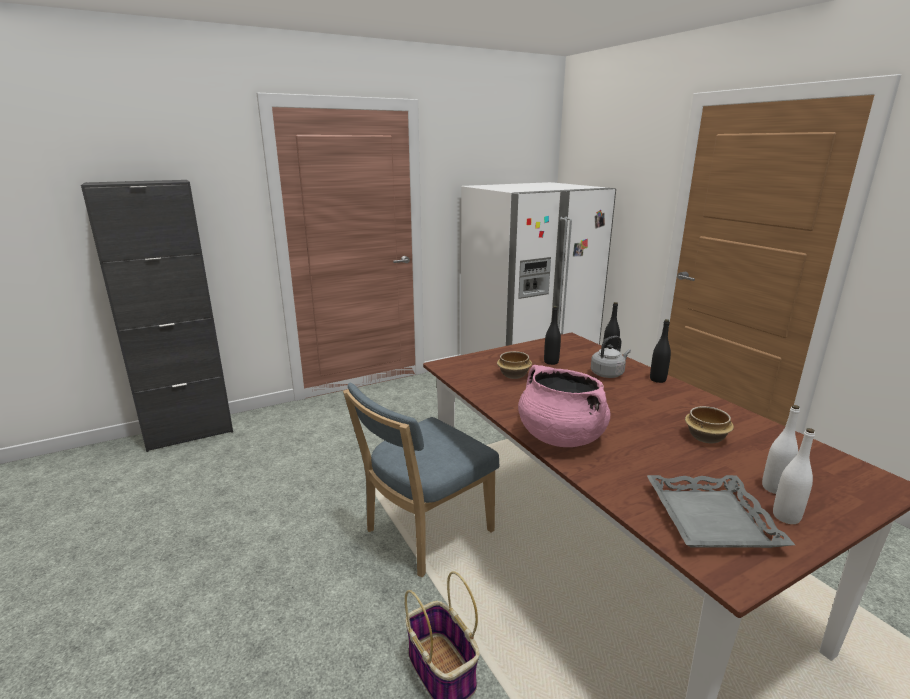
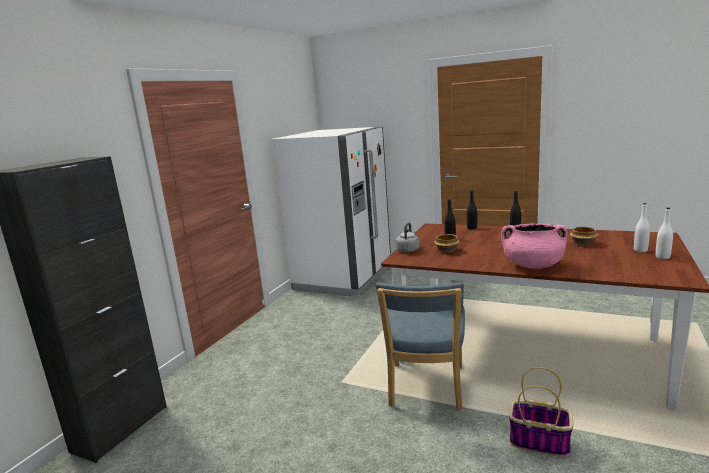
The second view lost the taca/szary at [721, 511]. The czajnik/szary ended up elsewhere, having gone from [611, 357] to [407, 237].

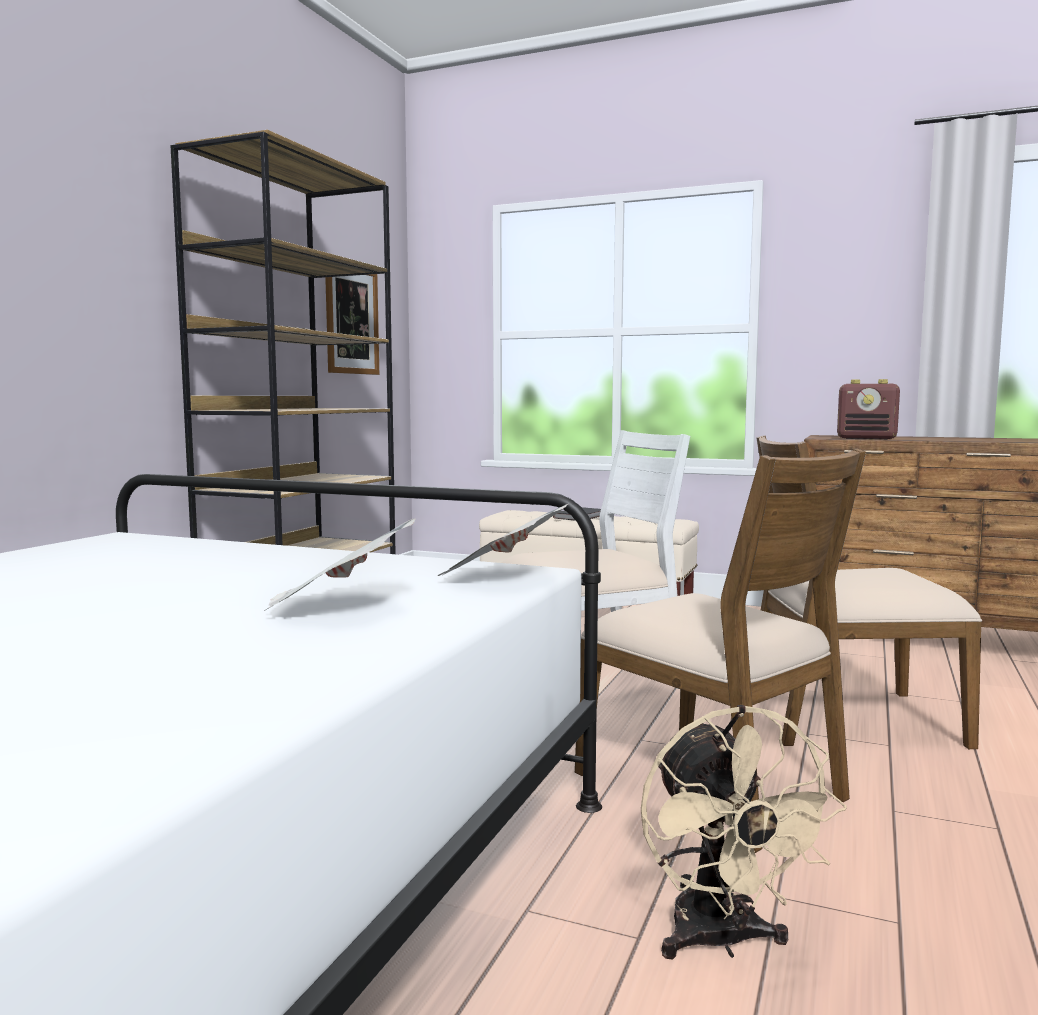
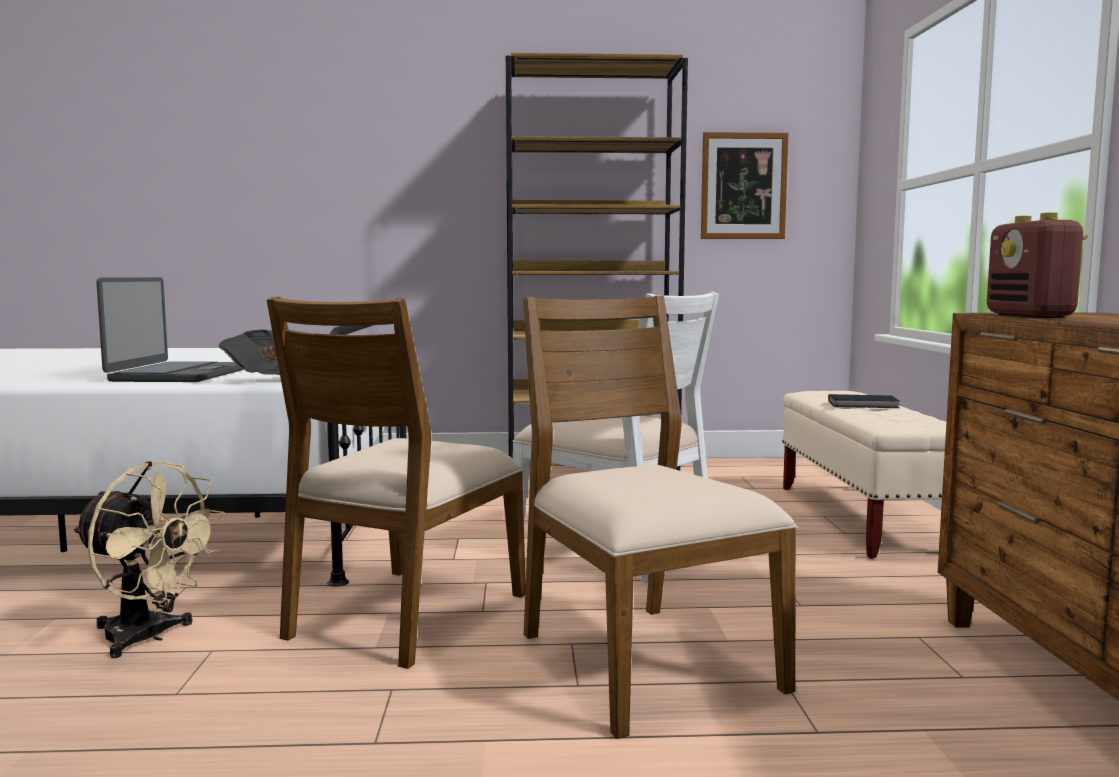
Where the gazeta stood at [340, 564], the laptop came to stand at [171, 329]. The wentylator/beżowy at [744, 832] ended up facing another way, 120 degrees counterclockwise from before.

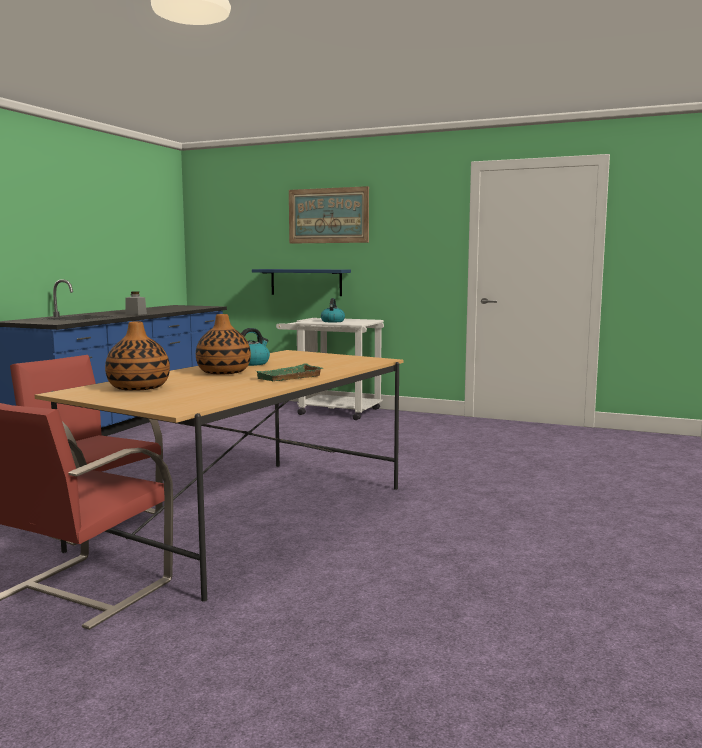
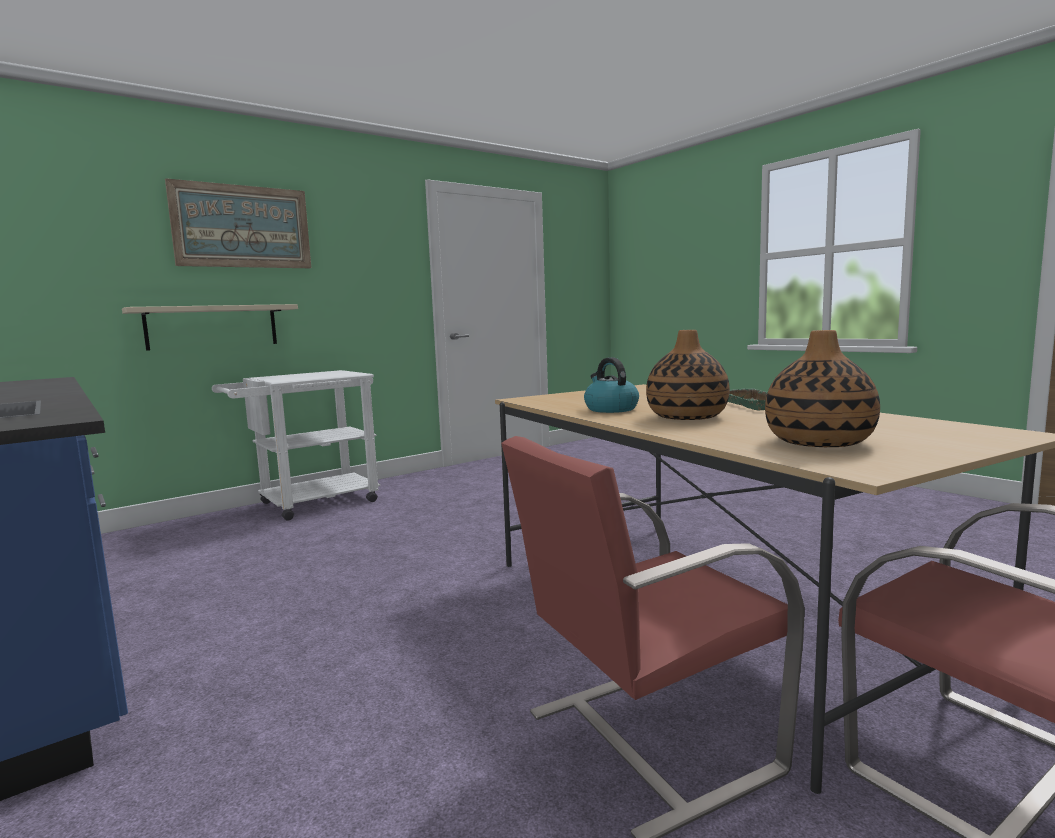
The second view lost the słoik/szary at [136, 303]. The second view lost the czajnik at [333, 310]. What was the półka/niebieski at [301, 282] turned into the półka/beżowy at [210, 327].

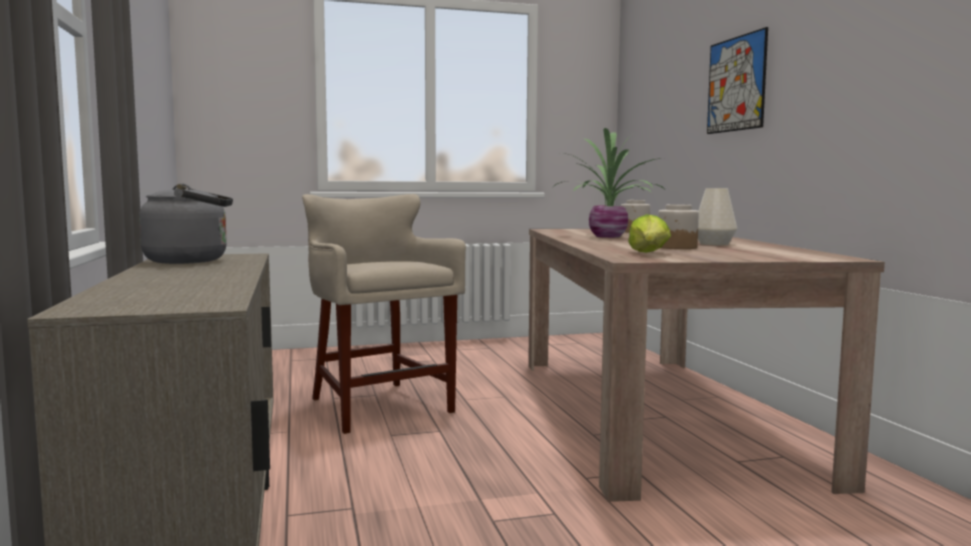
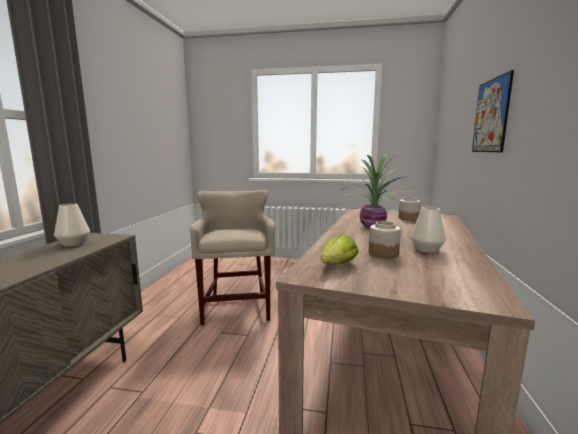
Where the czajnik/szary stood at [186, 224], the wazon/biały came to stand at [72, 225].

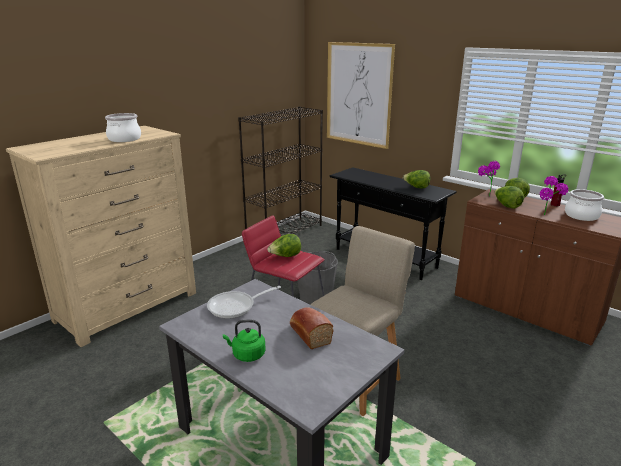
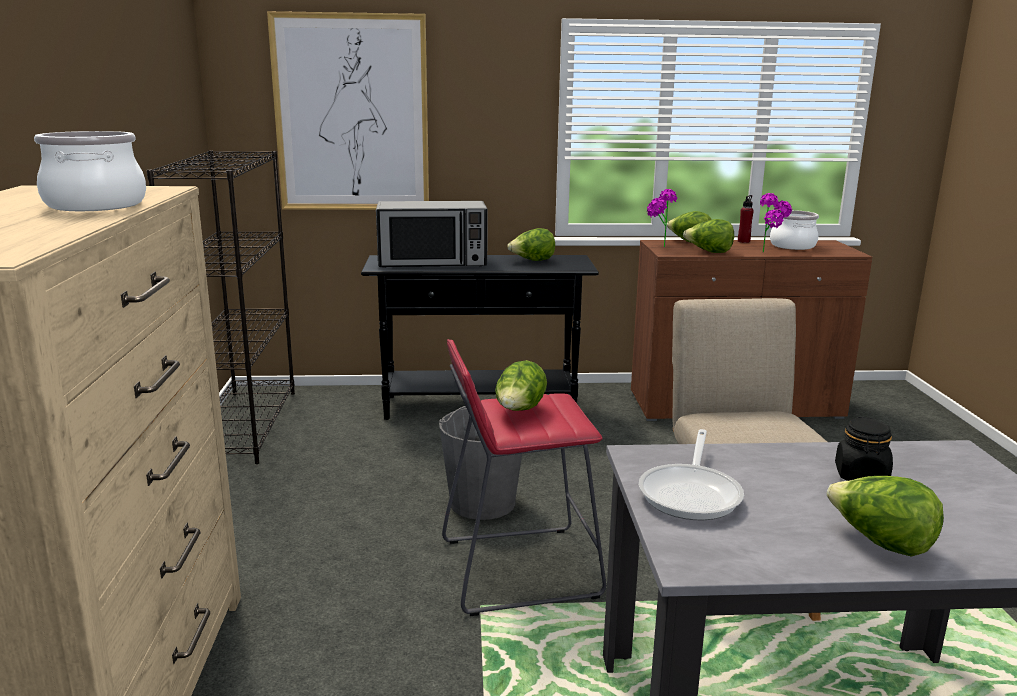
The second view gained the mikrofalówka at [432, 234]. Where the czajnik/zielony stood at [244, 341], the sałata came to stand at [885, 516]. Where the chleb stood at [311, 328], the słoik/czarny came to stand at [864, 449].

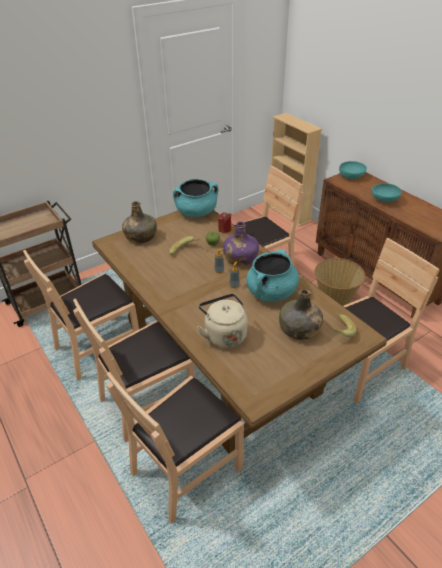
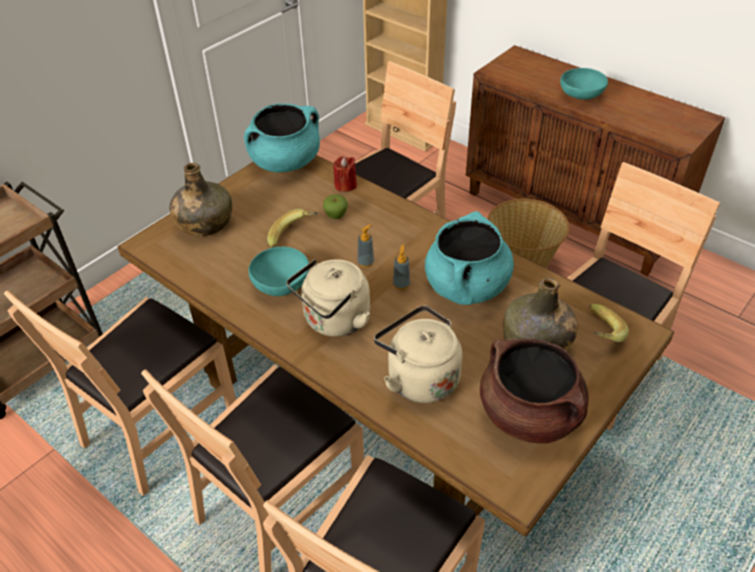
The second view lost the butelka/fioletowy at [241, 243]. The second view gained the czajnik/beżowy at [328, 298]. The second view gained the garnek/brązowy at [534, 391]. The miska/turkusowy ended up elsewhere, having gone from [353, 170] to [279, 271].

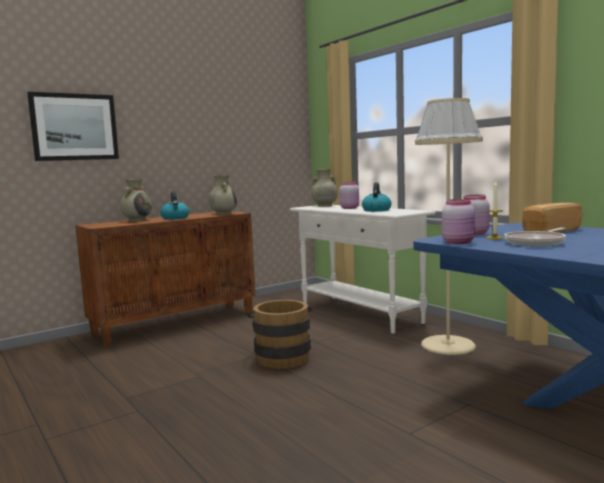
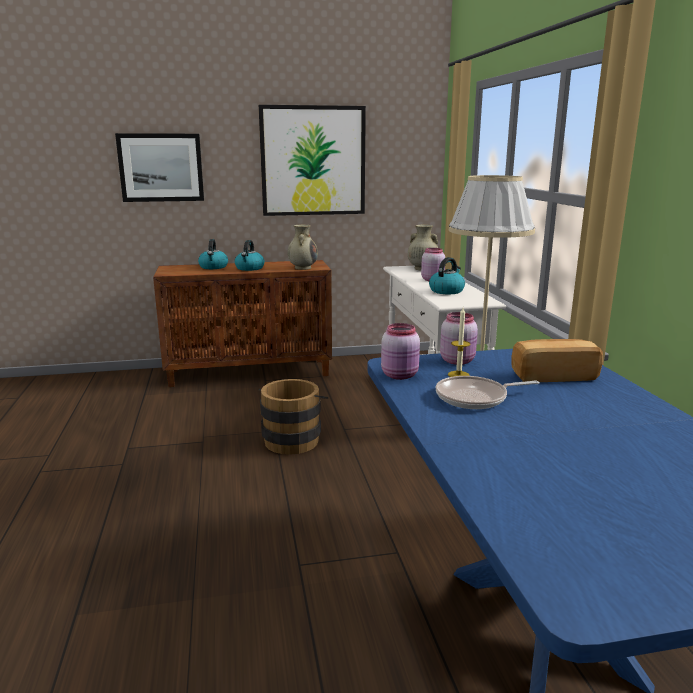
The second view gained the obraz at [312, 160]. Where the wazon/beżowy stood at [136, 200], the czajnik came to stand at [213, 254].

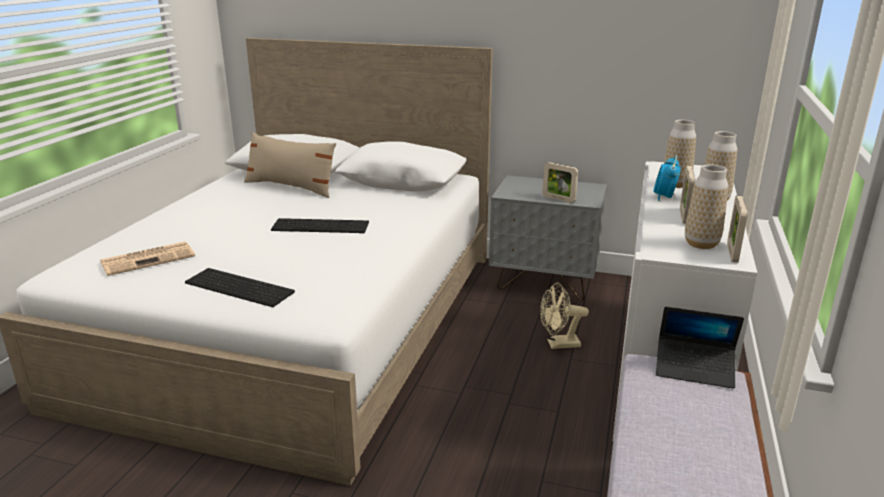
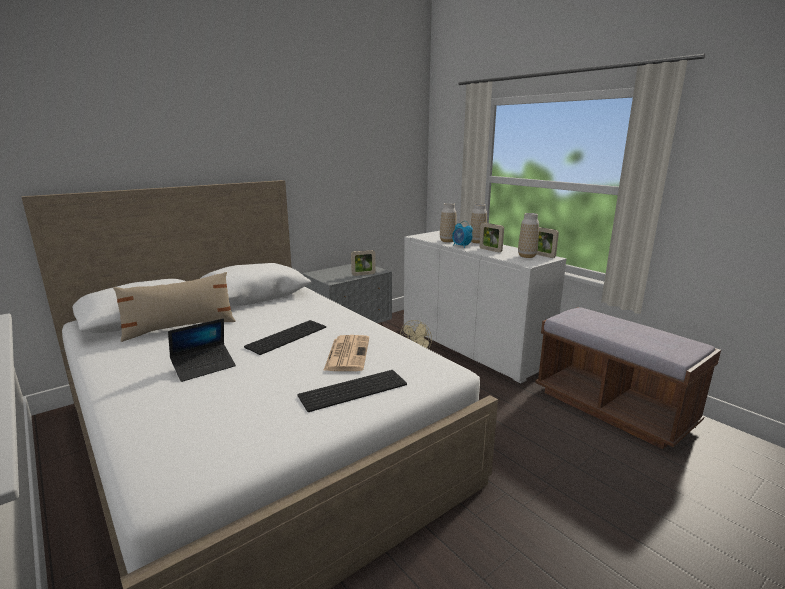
The gazeta ended up elsewhere, having gone from [147, 258] to [346, 353]. The laptop ended up elsewhere, having gone from [700, 348] to [202, 350].

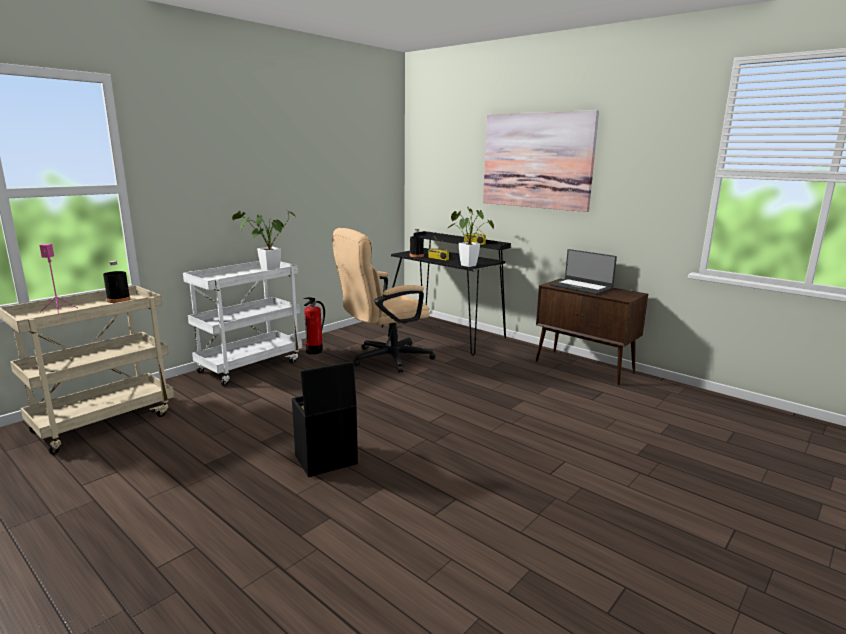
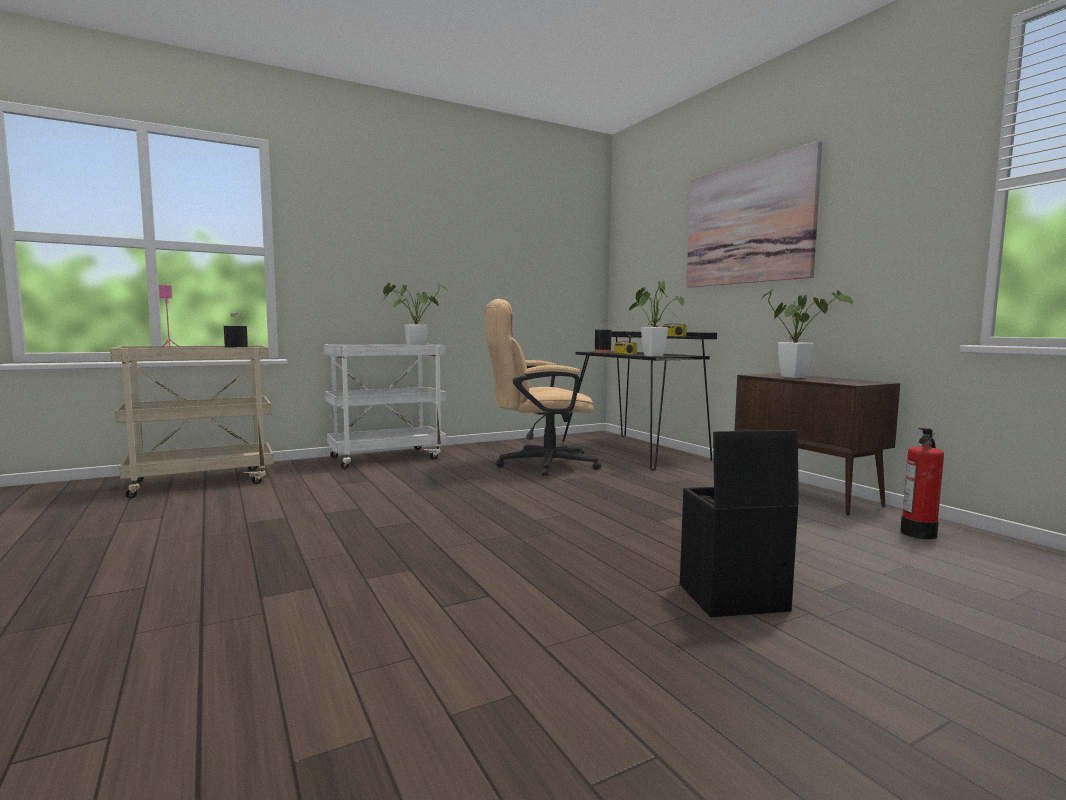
The pojemnik do przechowywania/czarny ended up elsewhere, having gone from [325, 419] to [739, 523]. The gaśnica ended up elsewhere, having gone from [314, 326] to [922, 483]. Where the laptop stood at [583, 272], the roślina doniczkowa came to stand at [807, 333].

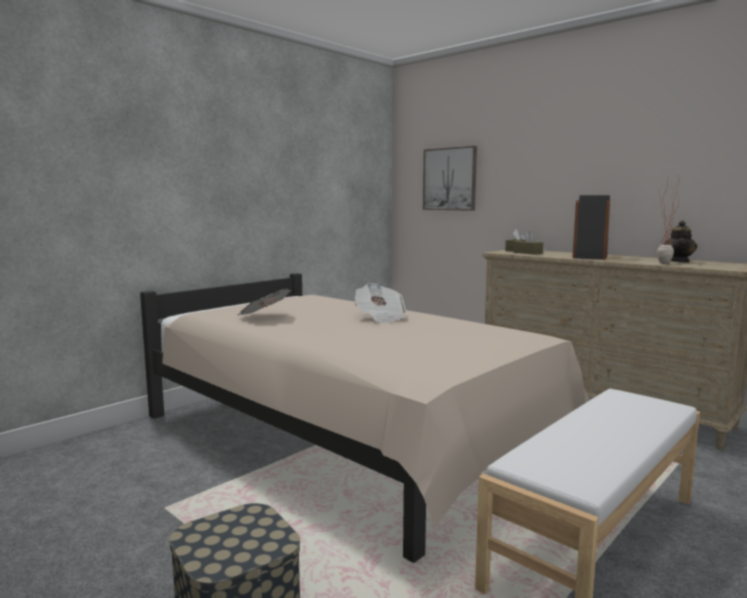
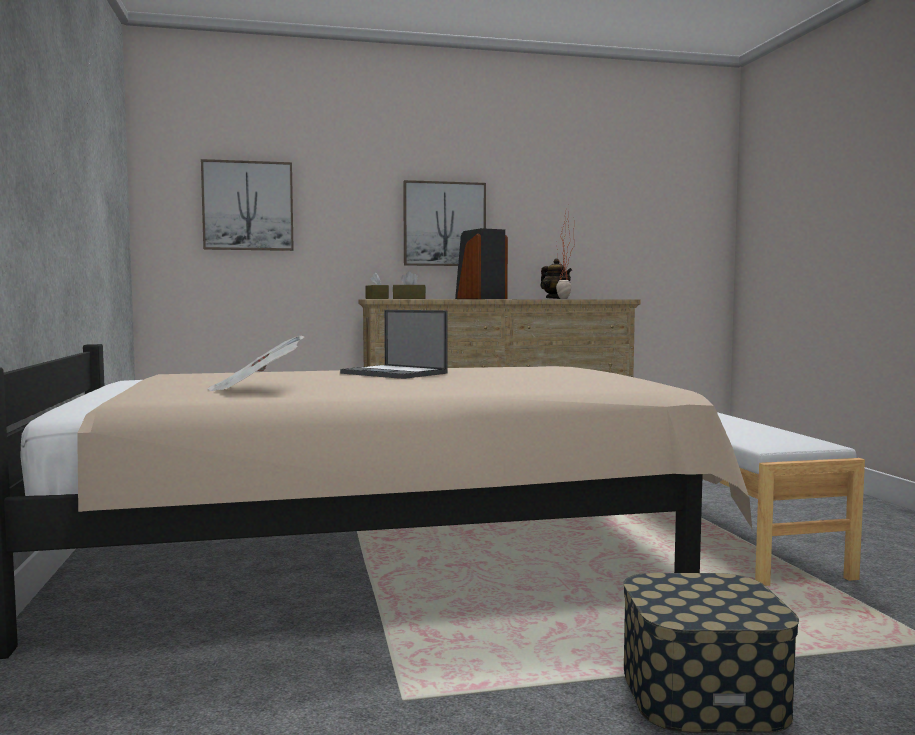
The second view gained the obraz at [444, 223]. Where the gazeta stood at [380, 303], the laptop came to stand at [394, 344].

